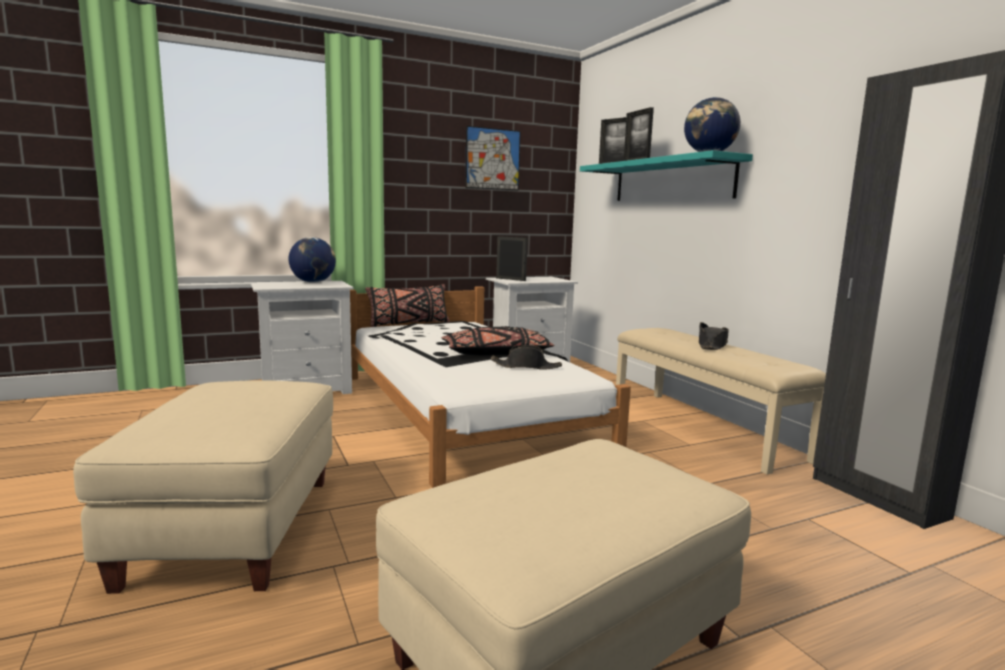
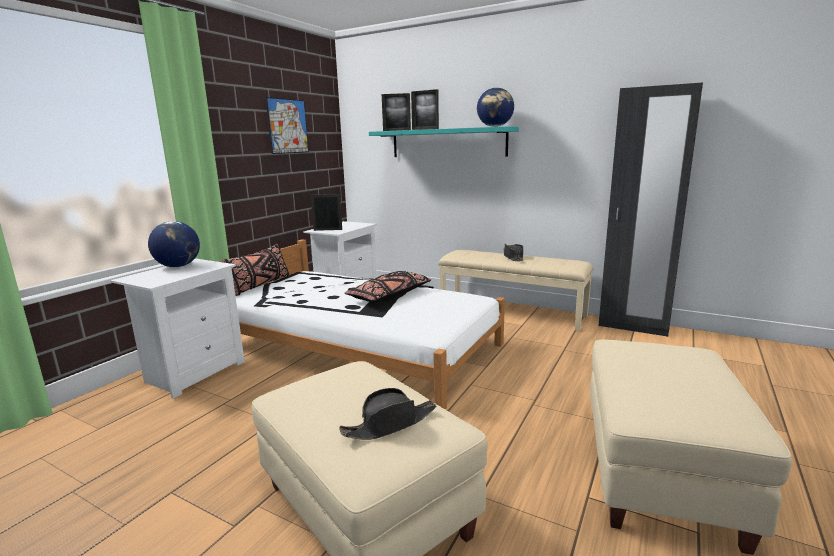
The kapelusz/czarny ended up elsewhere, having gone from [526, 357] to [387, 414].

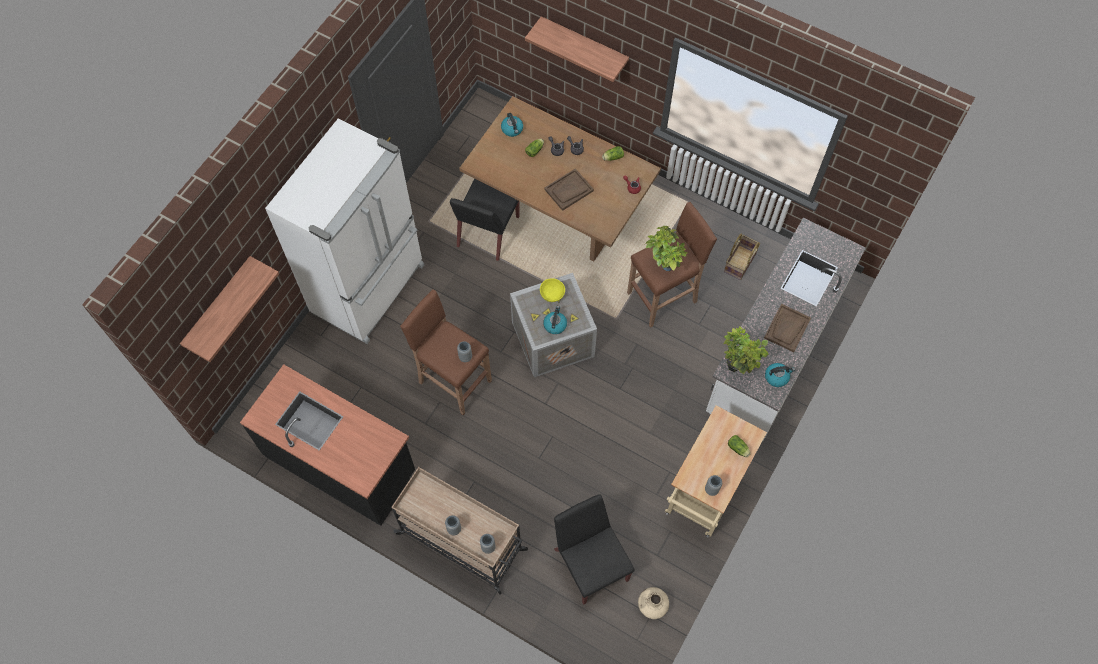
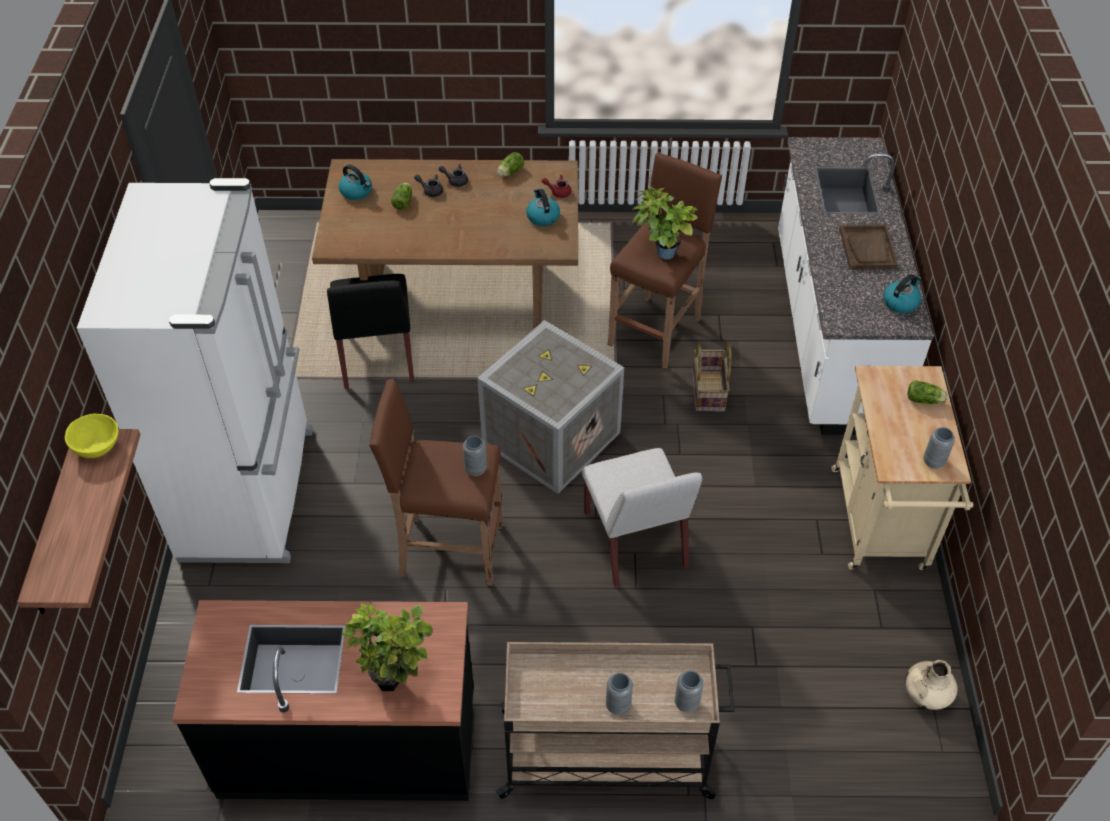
The second view lost the półka at [577, 49]. The second view lost the taca/brązowy at [569, 189]. The second view lost the krzesło/czarny at [594, 549]. The second view gained the krzesło/biały at [642, 518]. The miska/żółty ended up elsewhere, having gone from [552, 290] to [91, 436]. The czajnik ended up elsewhere, having gone from [555, 320] to [543, 207]. The roślina doniczkowa ended up elsewhere, having gone from [745, 350] to [387, 647]. The koszyk ended up elsewhere, having gone from [742, 257] to [712, 377].

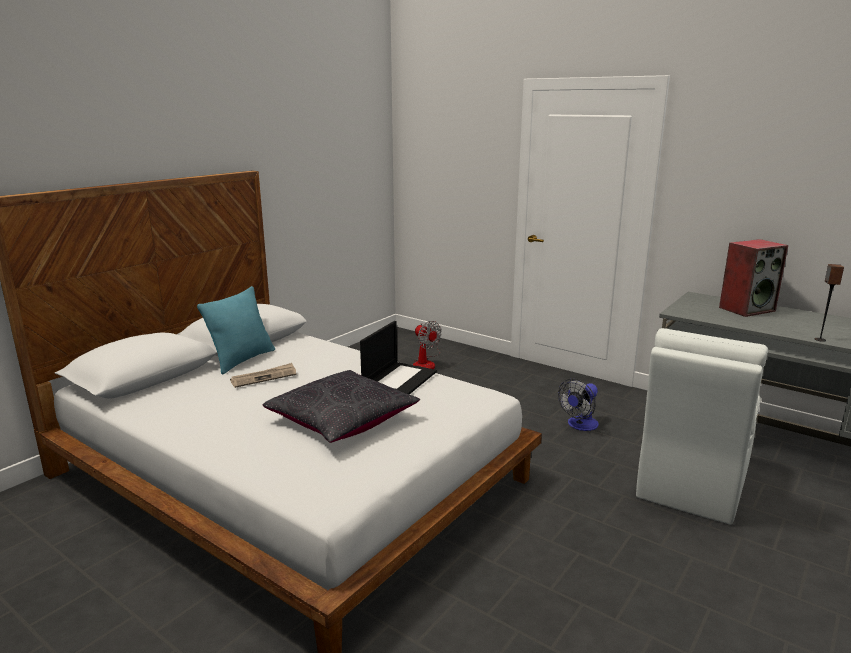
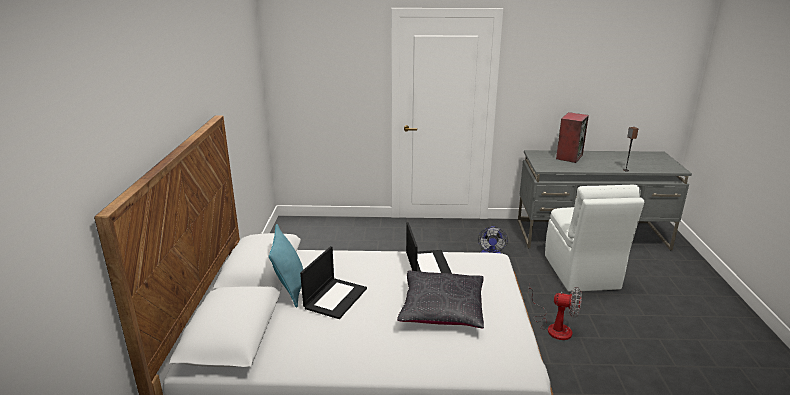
The wentylator ended up elsewhere, having gone from [427, 345] to [555, 311]. Where the gazeta stood at [263, 375], the laptop came to stand at [333, 282].

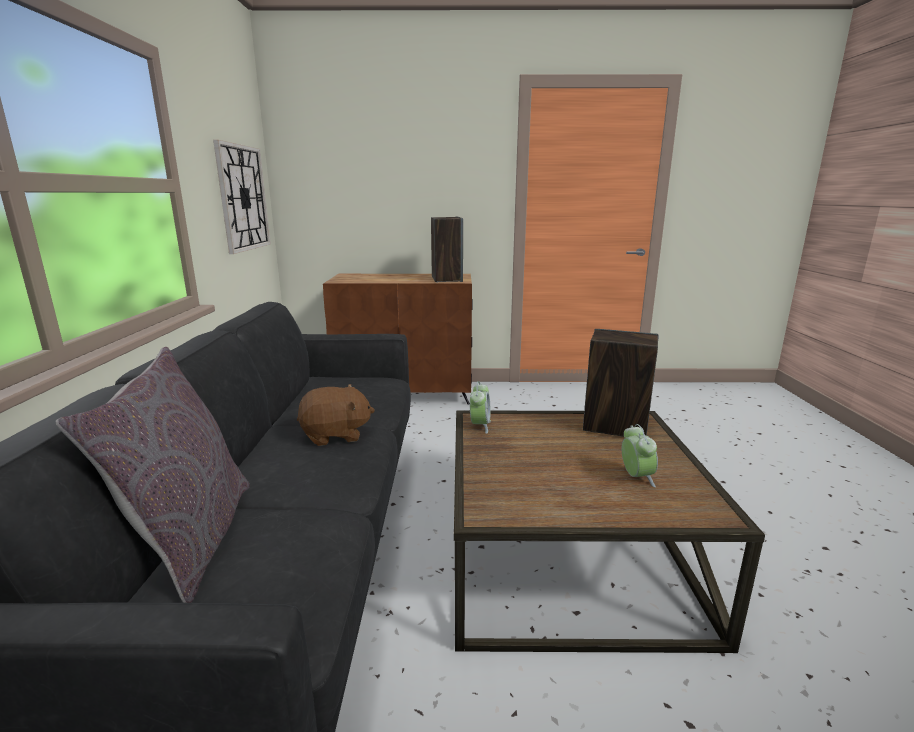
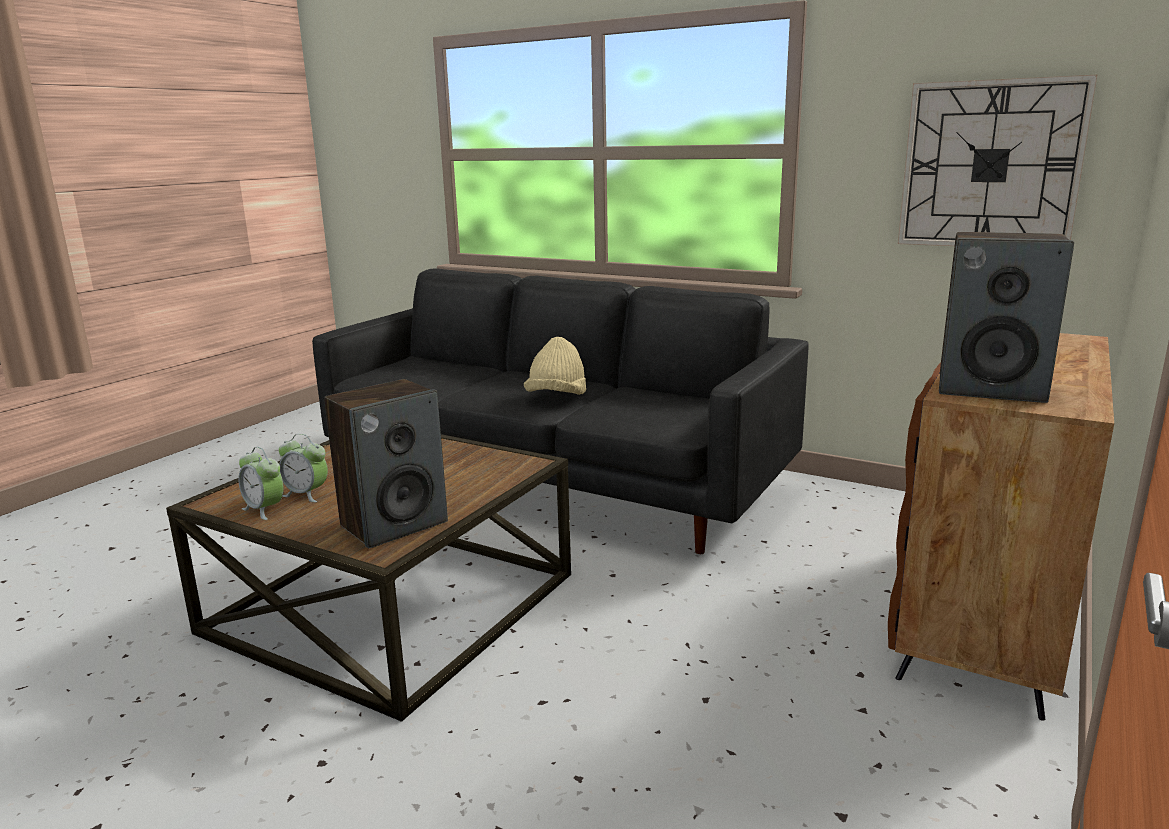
The second view lost the poduszka/szary at [153, 475]. The budzik ended up elsewhere, having gone from [480, 407] to [261, 483]. Where the pluszak/brązowy stood at [336, 415], the kapelusz/beżowy came to stand at [555, 366].

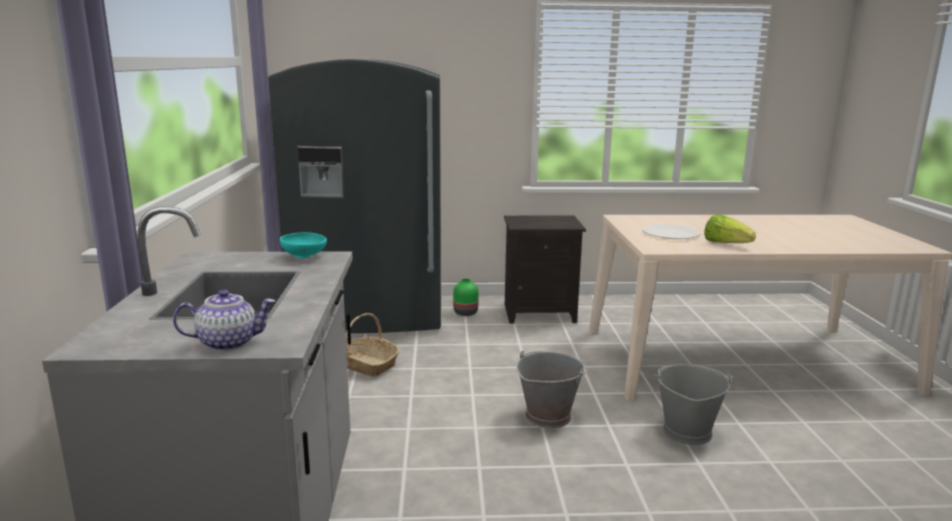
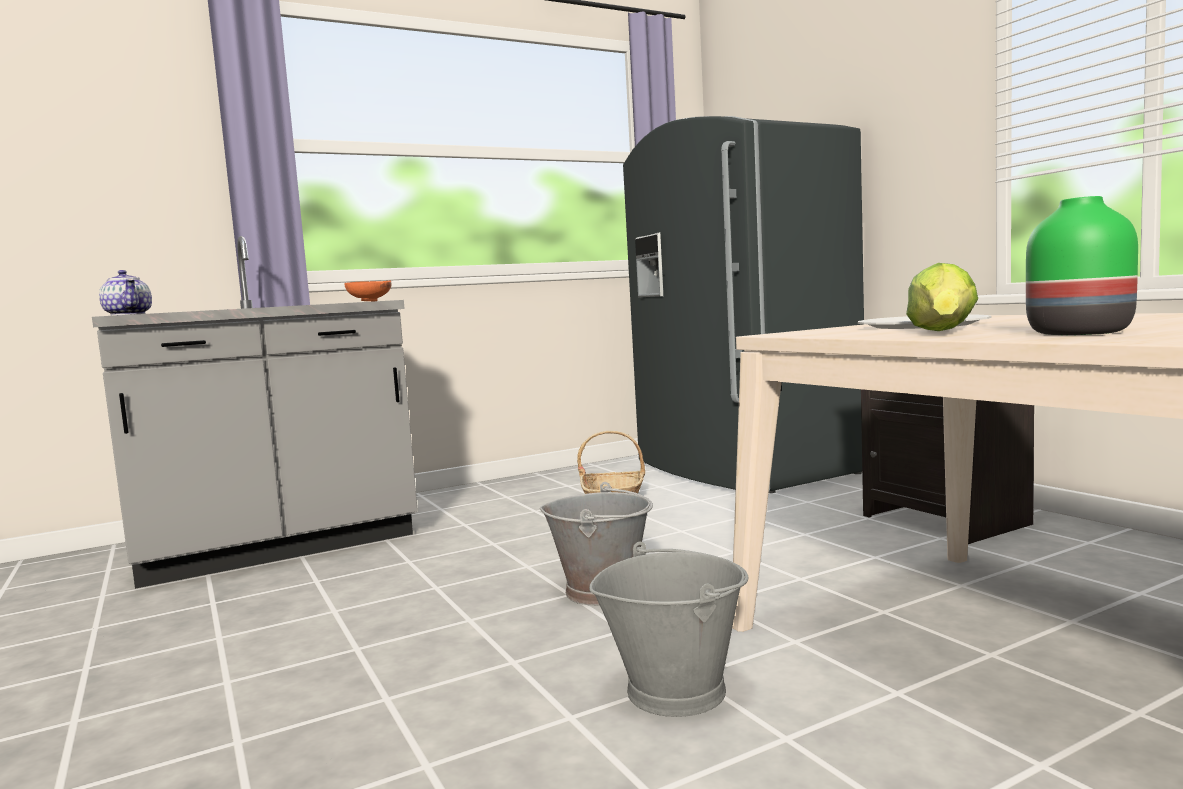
The wazon/zielony ended up elsewhere, having gone from [466, 297] to [1082, 265]. What was the miska/turkusowy at [303, 245] turned into the miska/pomarańczowy at [368, 291].

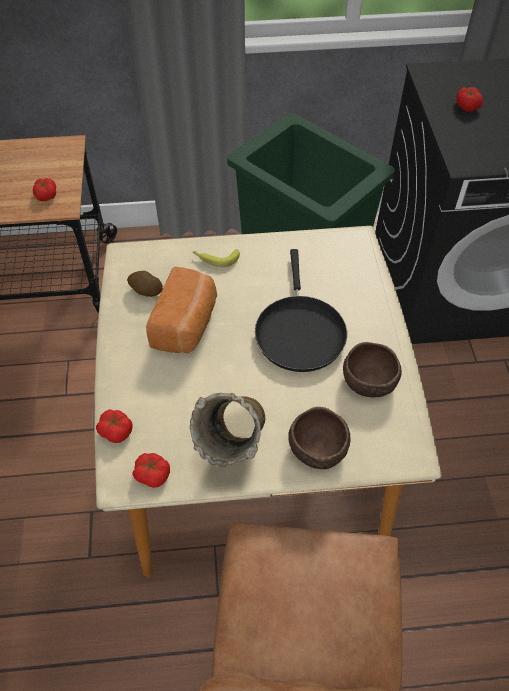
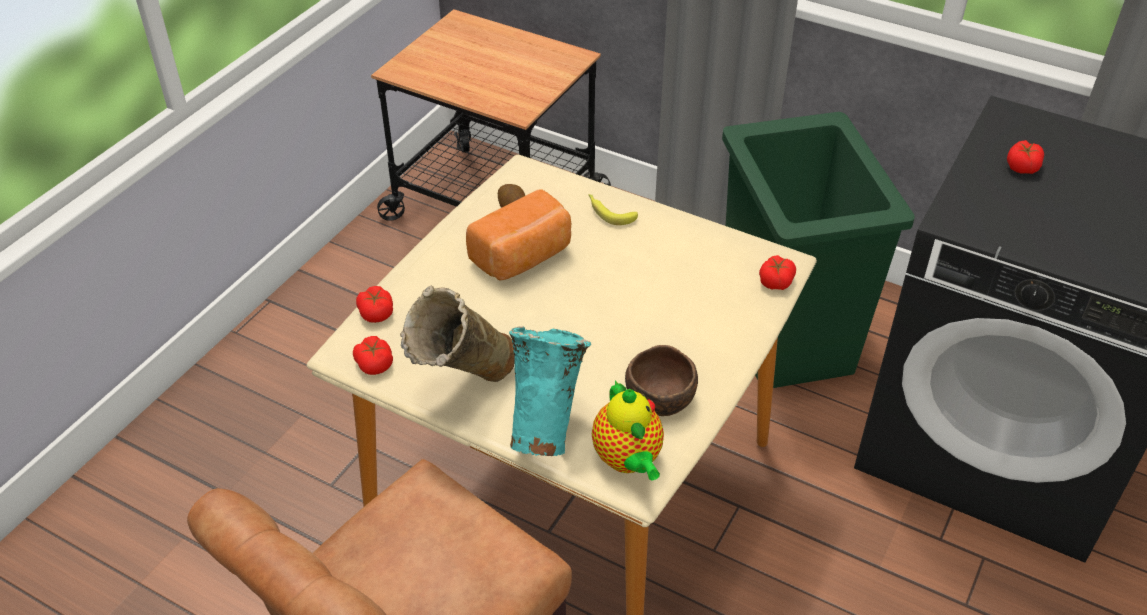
The second view lost the patelnia/czarny at [301, 310]. The second view gained the imbryk at [628, 430]. The pomidor ended up elsewhere, having gone from [44, 189] to [777, 272]. Where the miska/brązowy stood at [319, 438], the wazon/turkusowy came to stand at [550, 391].

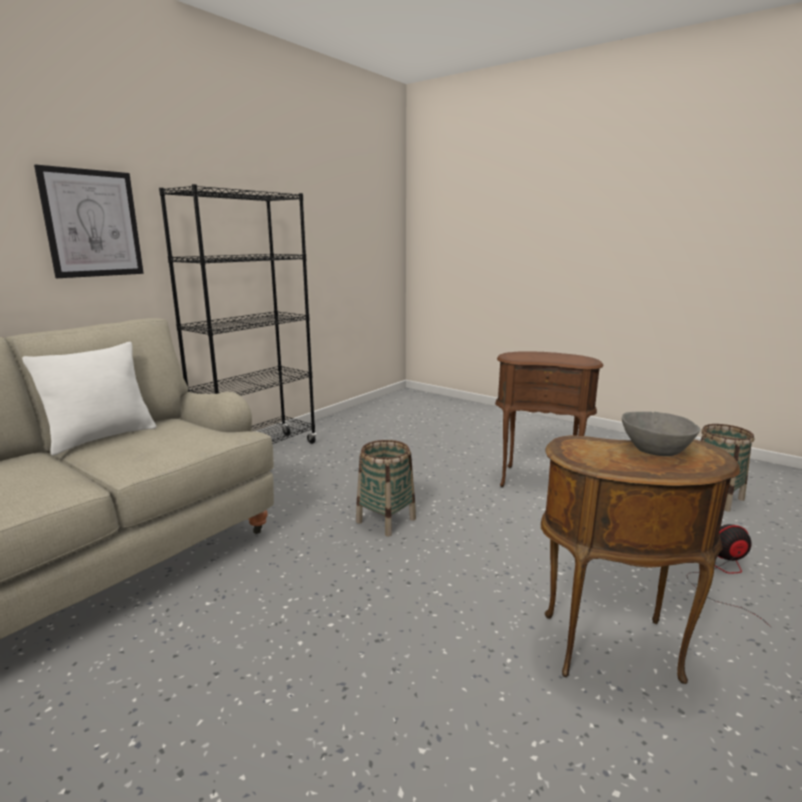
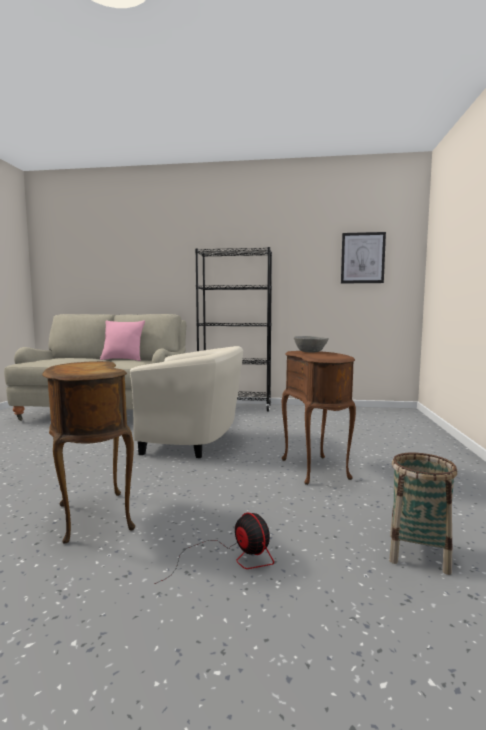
The obraz ended up elsewhere, having gone from [89, 221] to [363, 257]. The miska/szary ended up elsewhere, having gone from [661, 434] to [311, 344]. Where the koszyk stood at [386, 488], the fotel/beżowy came to stand at [186, 402]. What was the poduszka/biały at [89, 399] turned into the poduszka/różowy at [122, 340].

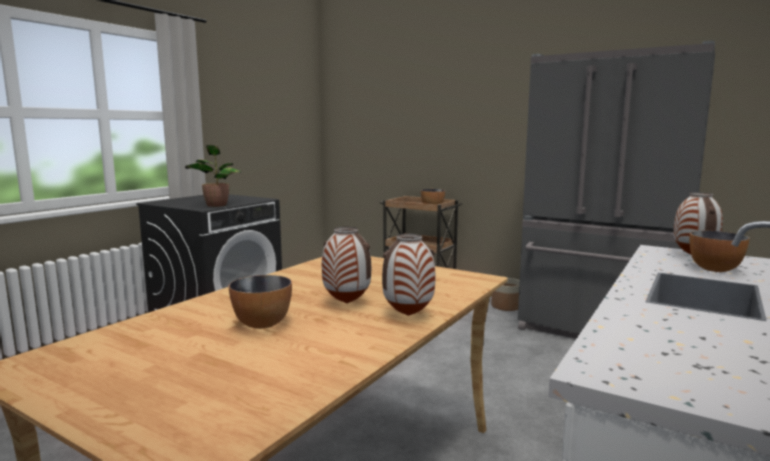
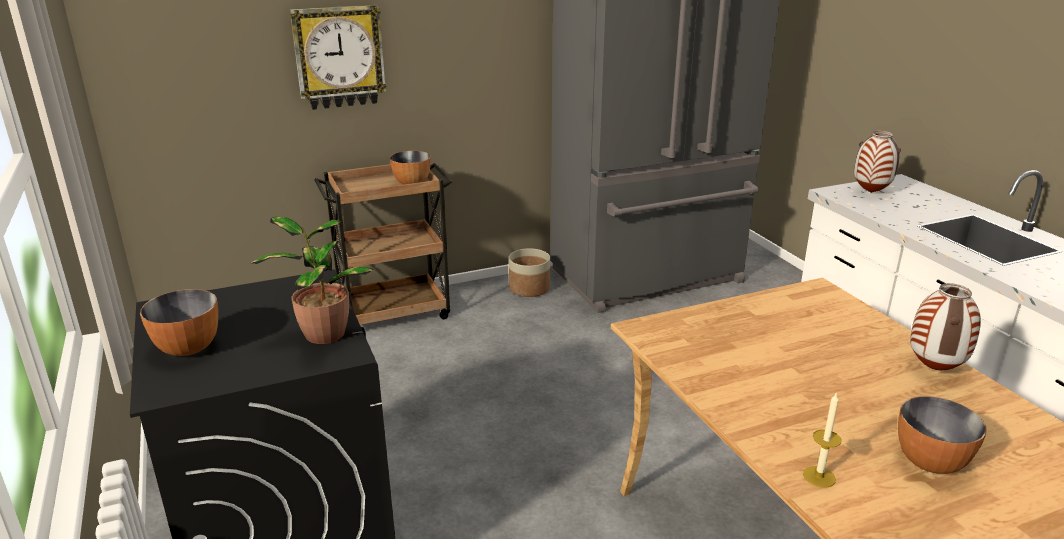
The second view lost the wazon at [346, 265]. The second view gained the zegar ścienny at [338, 57]. The second view gained the świeca at [822, 440]. The miska ended up elsewhere, having gone from [719, 251] to [179, 322].

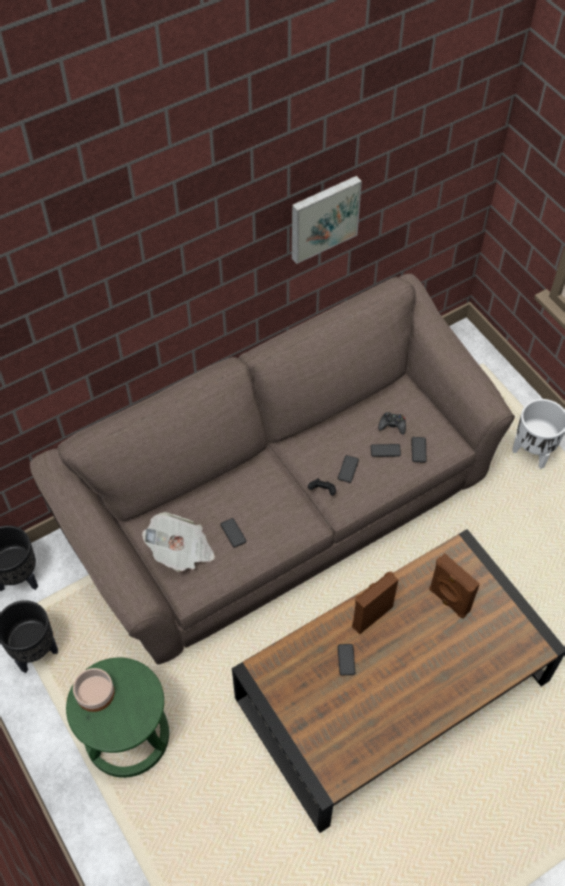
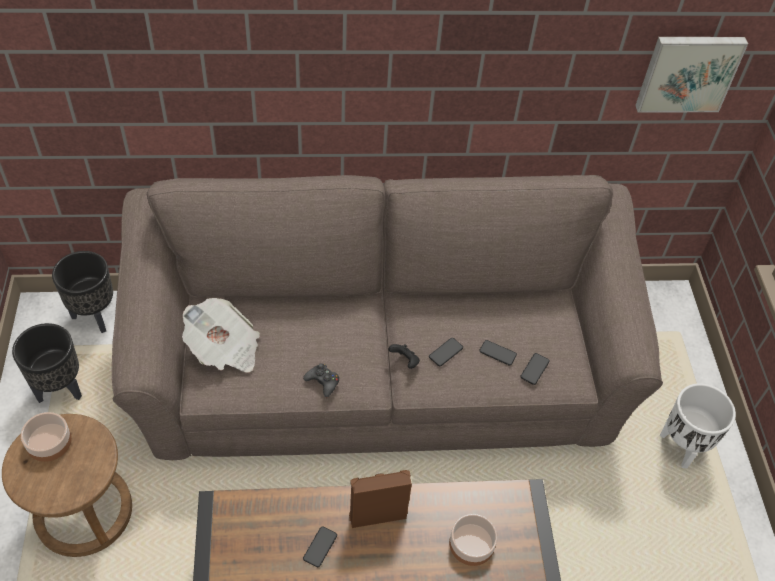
The second view lost the telefon at [233, 532]. The obraz ended up elsewhere, having gone from [327, 220] to [691, 75]. The pad do gier/czarny ended up elsewhere, having gone from [392, 423] to [321, 380]. Where the głośnik/brązowy stood at [454, 586], the miska came to stand at [473, 540]. What was the stołek/zielony at [117, 717] turned into the stołek/brązowy at [67, 485].

